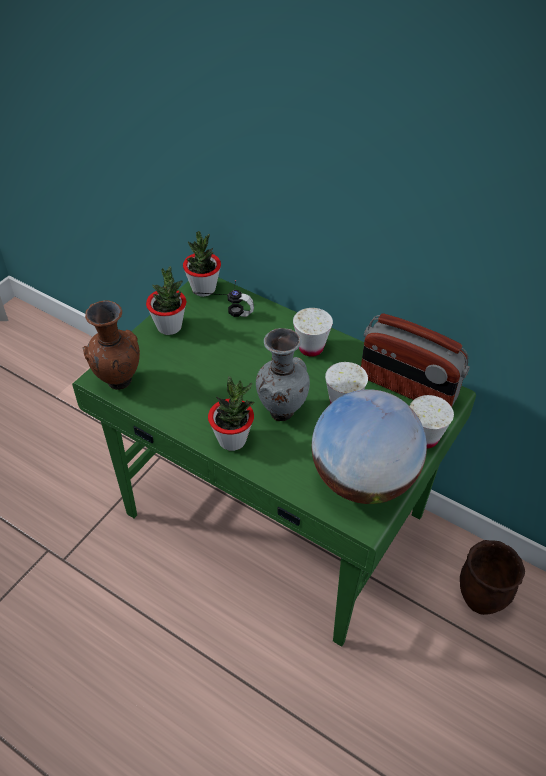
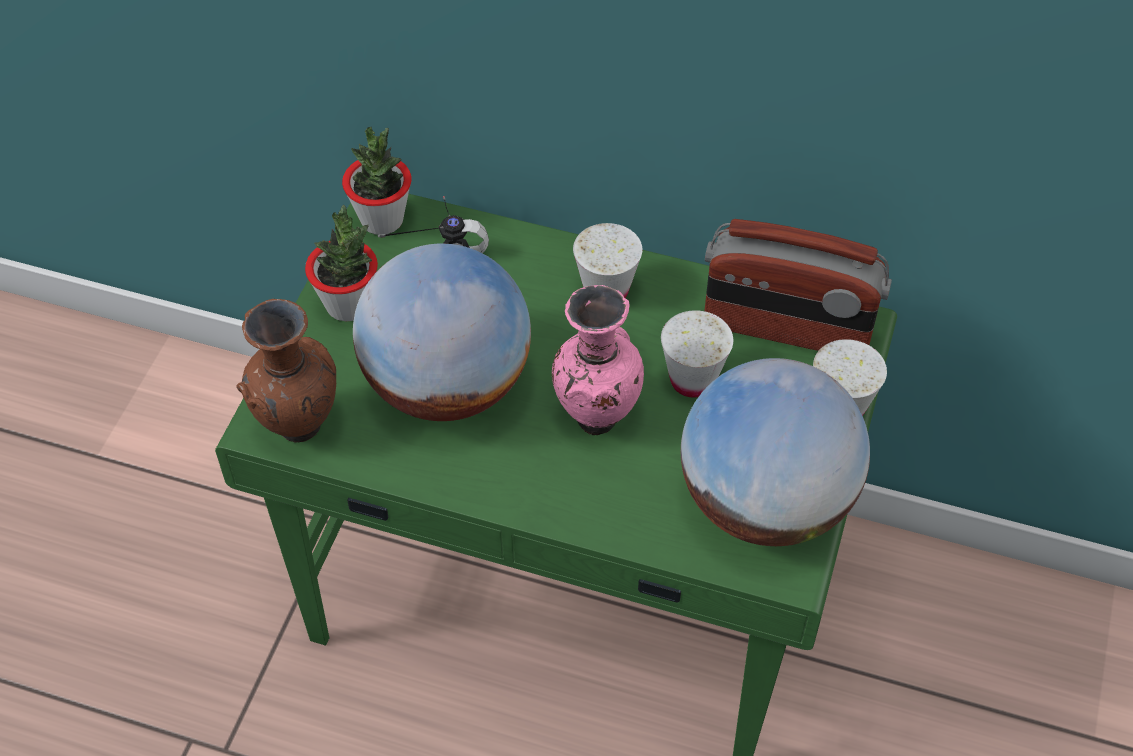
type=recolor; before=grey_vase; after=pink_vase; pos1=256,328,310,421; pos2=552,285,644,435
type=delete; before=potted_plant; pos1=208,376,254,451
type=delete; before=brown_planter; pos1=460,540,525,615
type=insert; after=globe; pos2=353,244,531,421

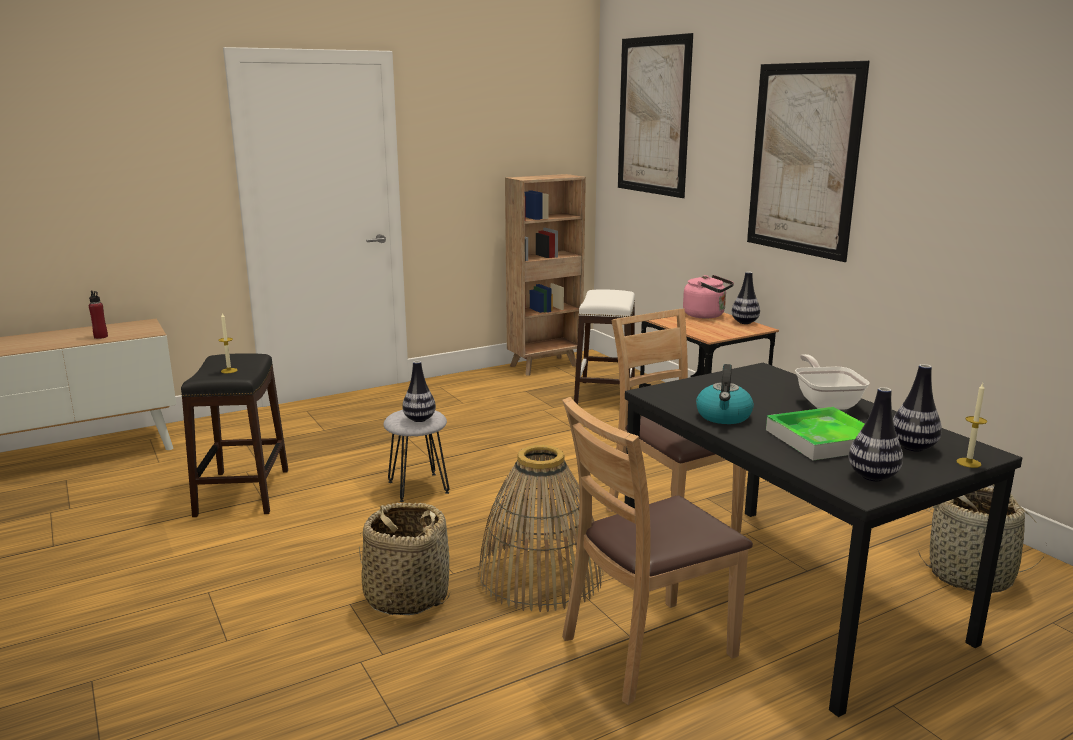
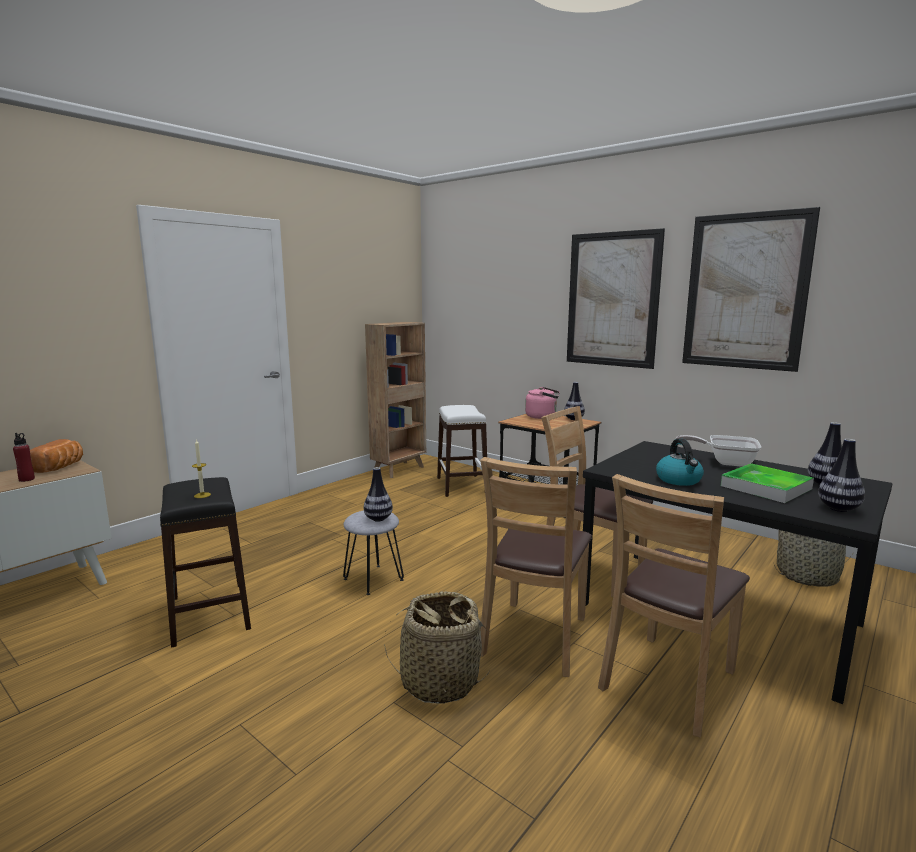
type=move; before=picture; pos1=618,33,693,198; pos2=682,207,820,372
type=rotate; before=frying_pan; pos1=795,354,870,410; pos2=676,435,761,467; turn=-45
type=delete; before=candle; pos1=956,383,987,468
type=replace; before=basket; after=brown_chair; pos1=478,445,603,612; pos2=480,457,592,677
type=insert; after=bread; pos2=30,439,83,473

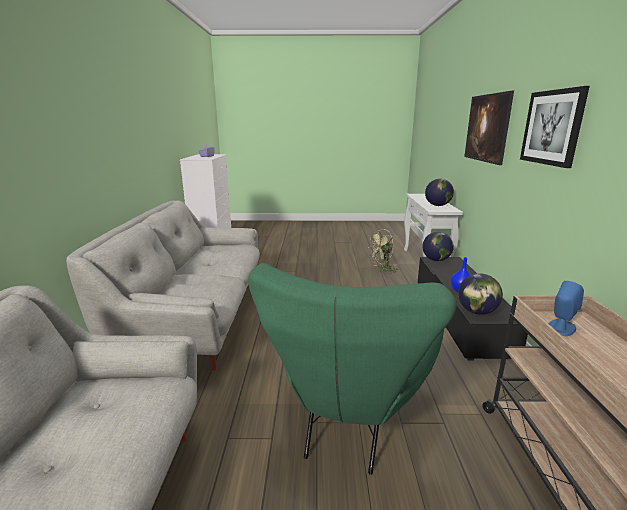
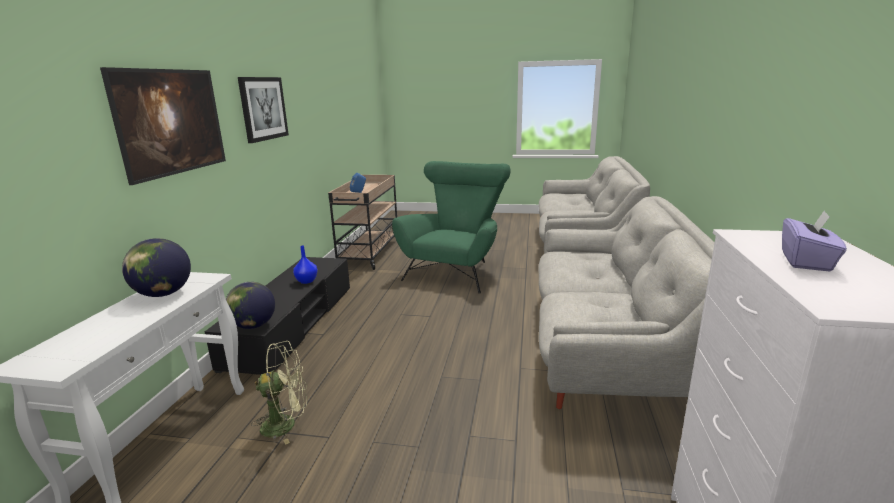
type=delete; before=globe; pos1=458,273,503,315

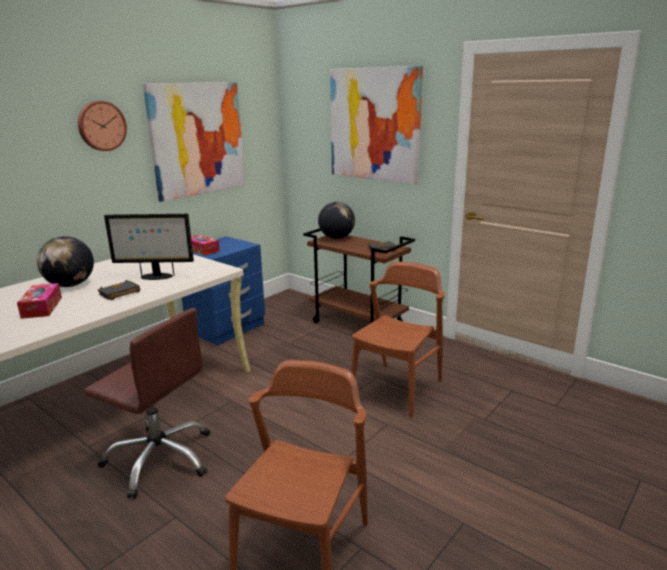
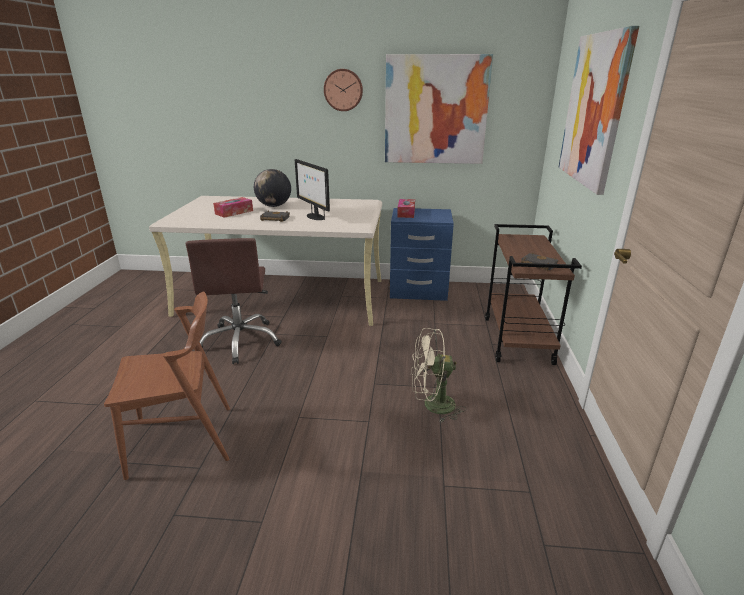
type=delete; before=globe; pos1=318,202,355,239
type=replace; before=brown_chair; after=beige_fan; pos1=351,261,445,418; pos2=411,328,466,423

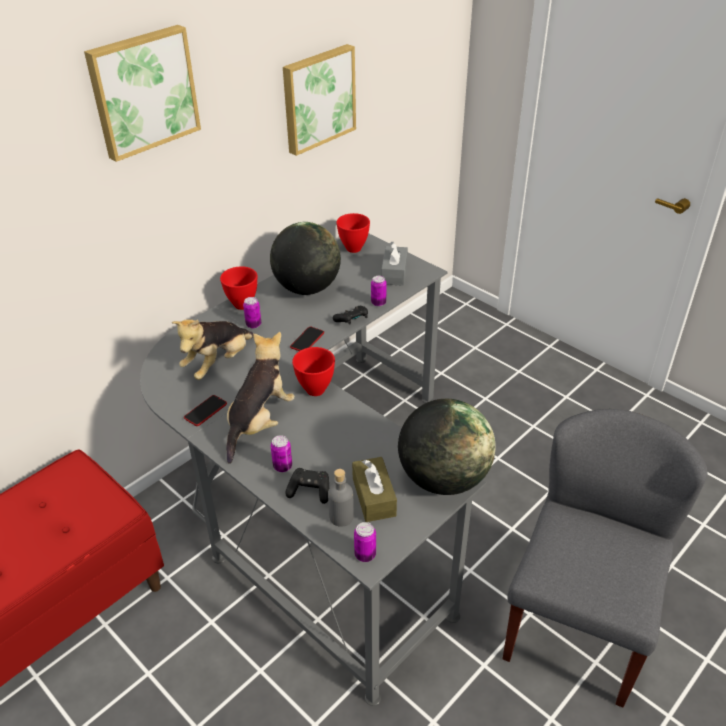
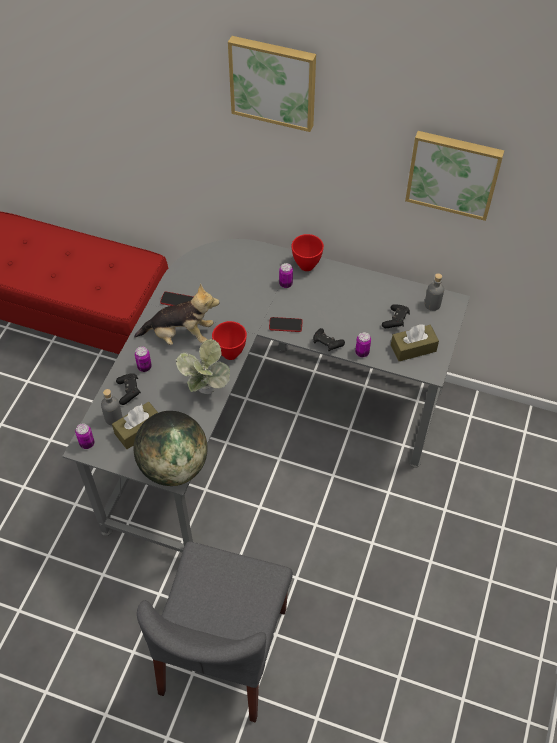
type=replace; before=red_bowl; after=grey_bottle; pos1=336,213,370,253; pos2=425,273,444,311
type=delete; before=globe; pos1=270,222,341,295
type=recolor; before=grey_tissue_box; after=brown_tissue_box; pos1=381,242,408,286; pos2=391,324,439,361
type=delete; before=plush_toy; pos1=172,319,253,380
type=rotate; before=grey_chair; pos1=503,409,708,707; pos2=137,542,293,722; turn=105
type=insert; after=black_game_controller; pos2=382,304,410,328
type=insert; after=potted_plant; pos2=175,339,230,394

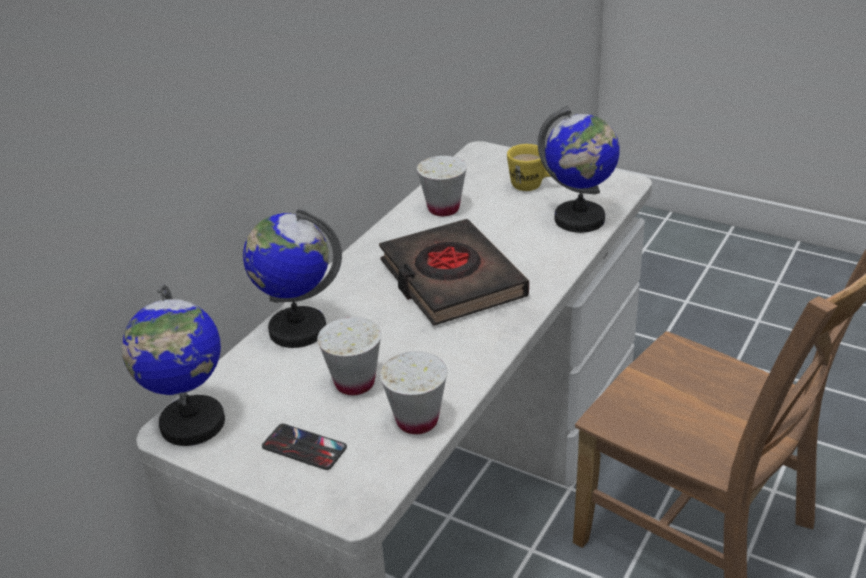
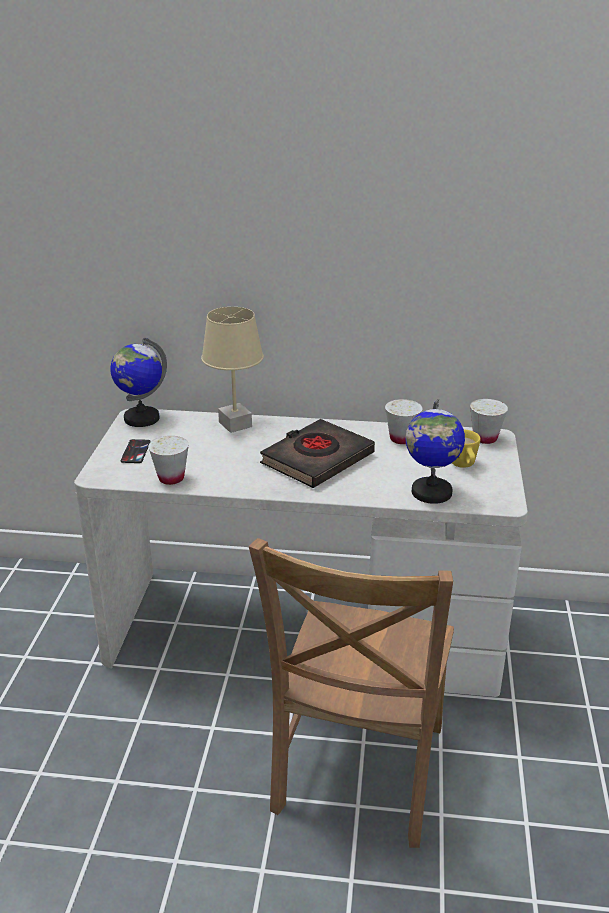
type=replace; before=globe; after=beige_table_lamp; pos1=243,208,342,348; pos2=201,307,264,433
type=move; before=white_cup; pos1=317,317,381,395; pos2=470,399,508,444

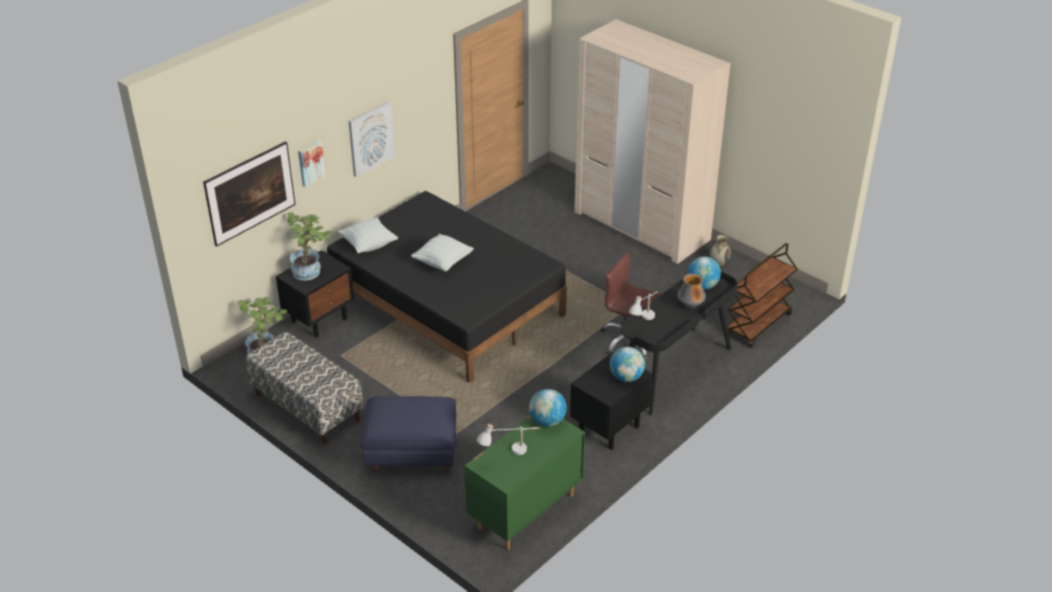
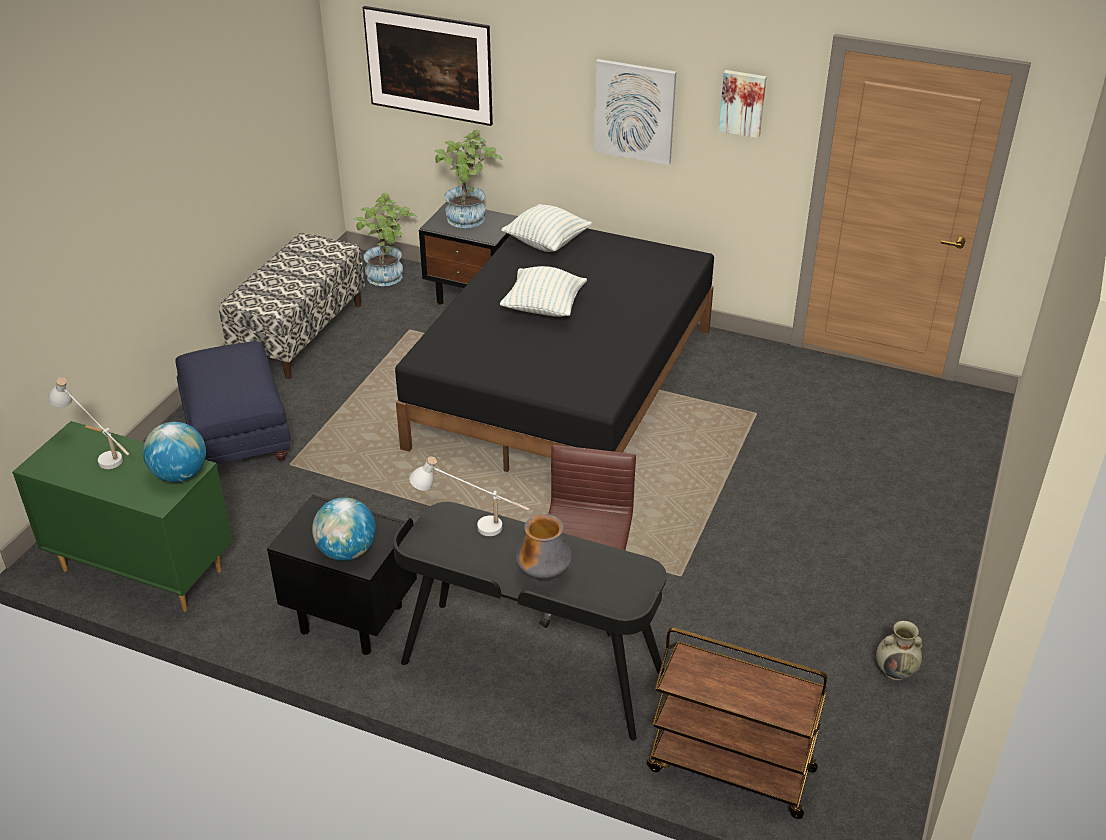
type=delete; before=beige_wardrobe; pos1=574,19,730,264
type=move; before=picture; pos1=298,140,326,187; pos2=719,70,767,138
type=delete; before=globe; pos1=687,256,721,290

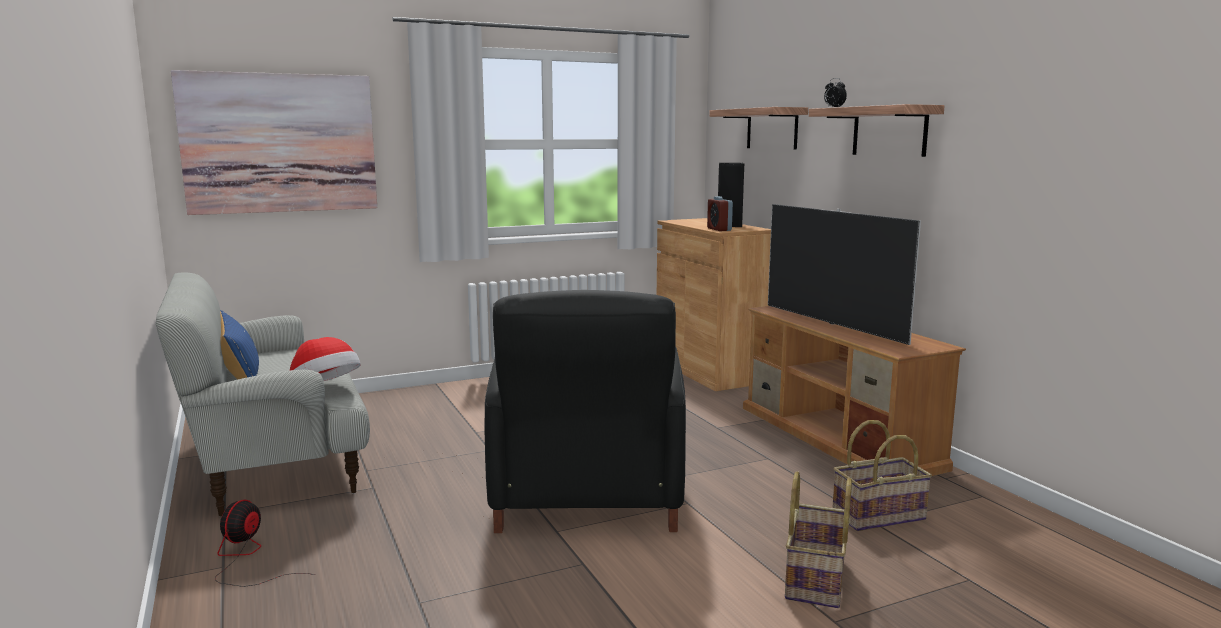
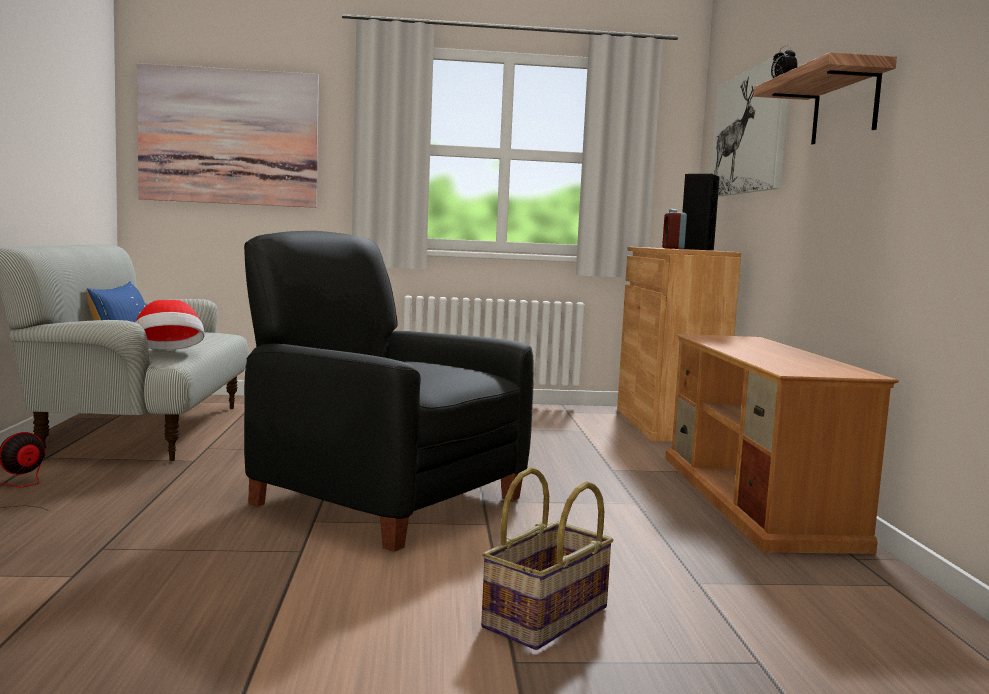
type=replace; before=shelf; after=picture; pos1=709,107,808,150; pos2=711,51,788,197
type=delete; before=television; pos1=768,204,921,345
type=rotate; before=black_armchair; pos1=485,290,686,533; pos2=244,231,534,552; turn=105
type=delete; before=basket; pos1=832,420,932,531

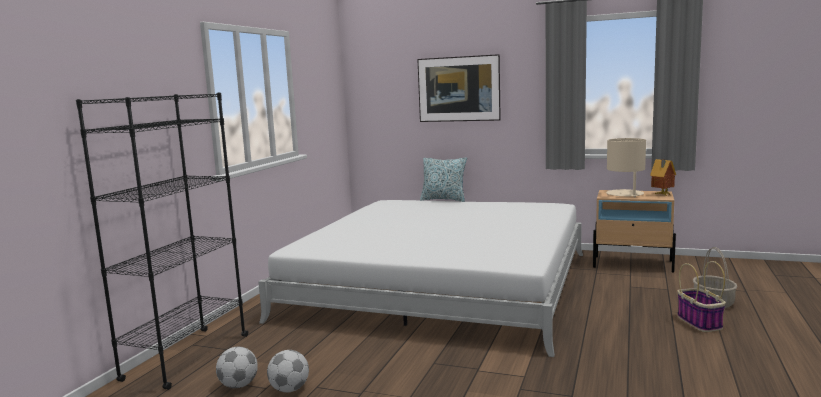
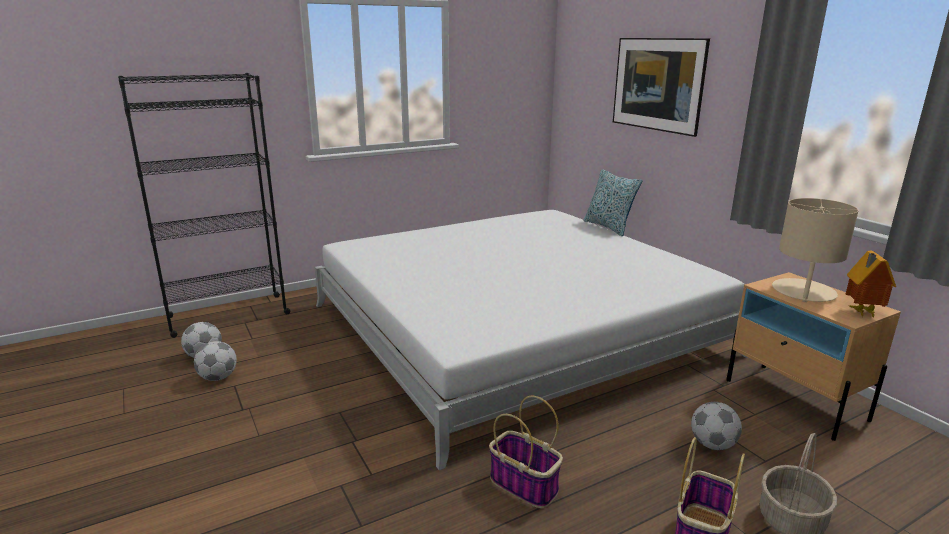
type=insert; after=basket; pos2=489,396,563,509
type=insert; after=football; pos2=691,402,742,450

